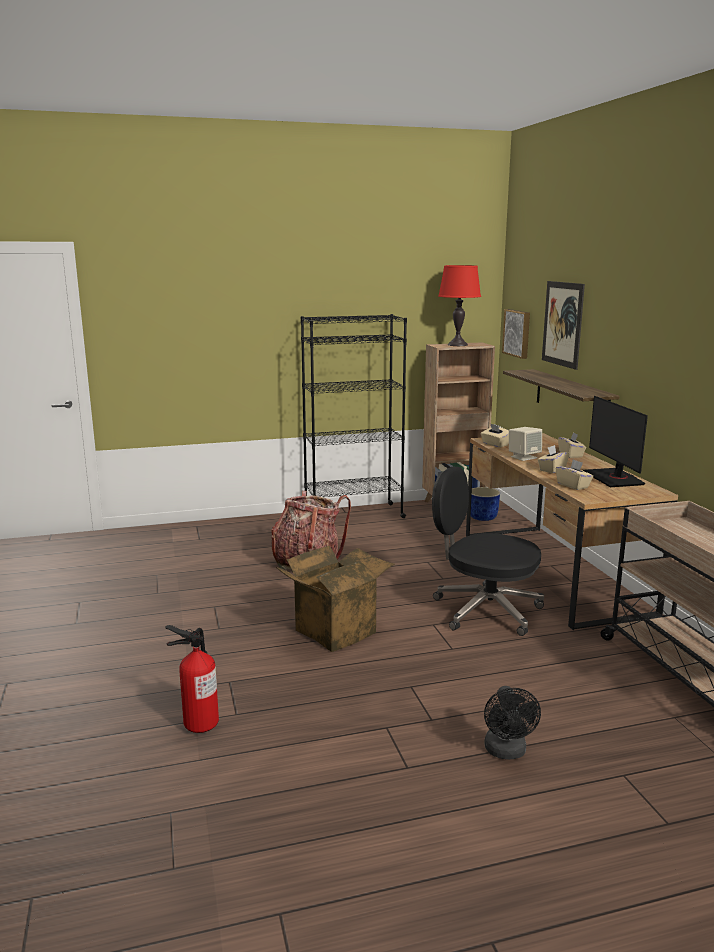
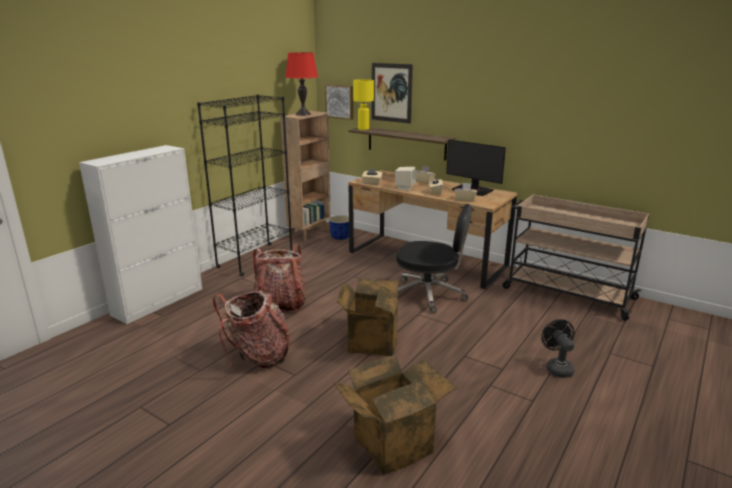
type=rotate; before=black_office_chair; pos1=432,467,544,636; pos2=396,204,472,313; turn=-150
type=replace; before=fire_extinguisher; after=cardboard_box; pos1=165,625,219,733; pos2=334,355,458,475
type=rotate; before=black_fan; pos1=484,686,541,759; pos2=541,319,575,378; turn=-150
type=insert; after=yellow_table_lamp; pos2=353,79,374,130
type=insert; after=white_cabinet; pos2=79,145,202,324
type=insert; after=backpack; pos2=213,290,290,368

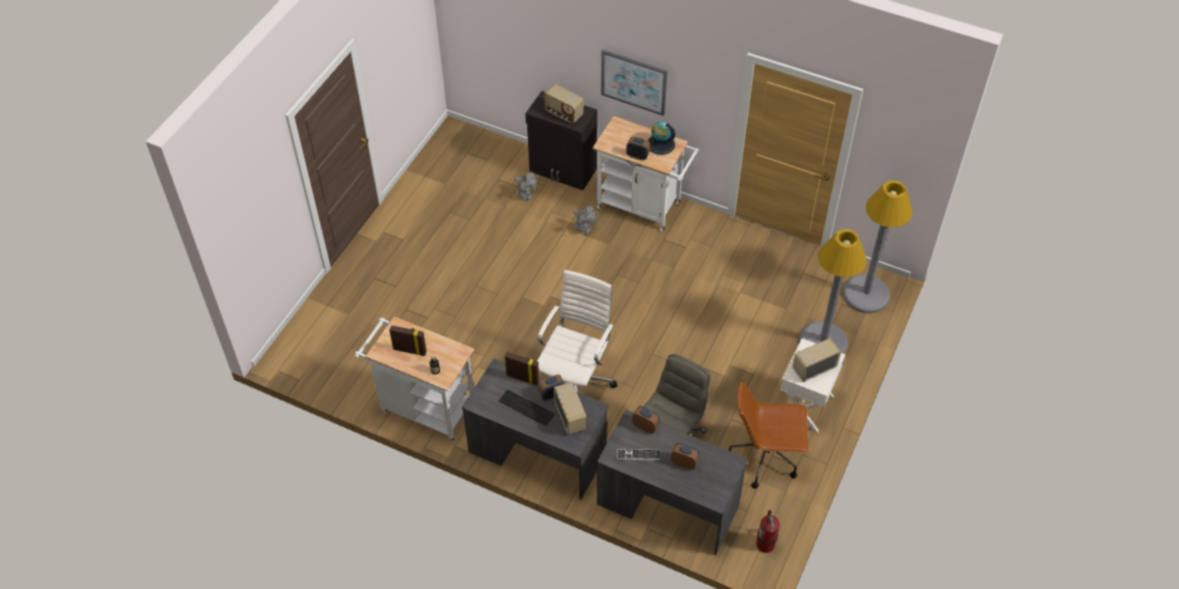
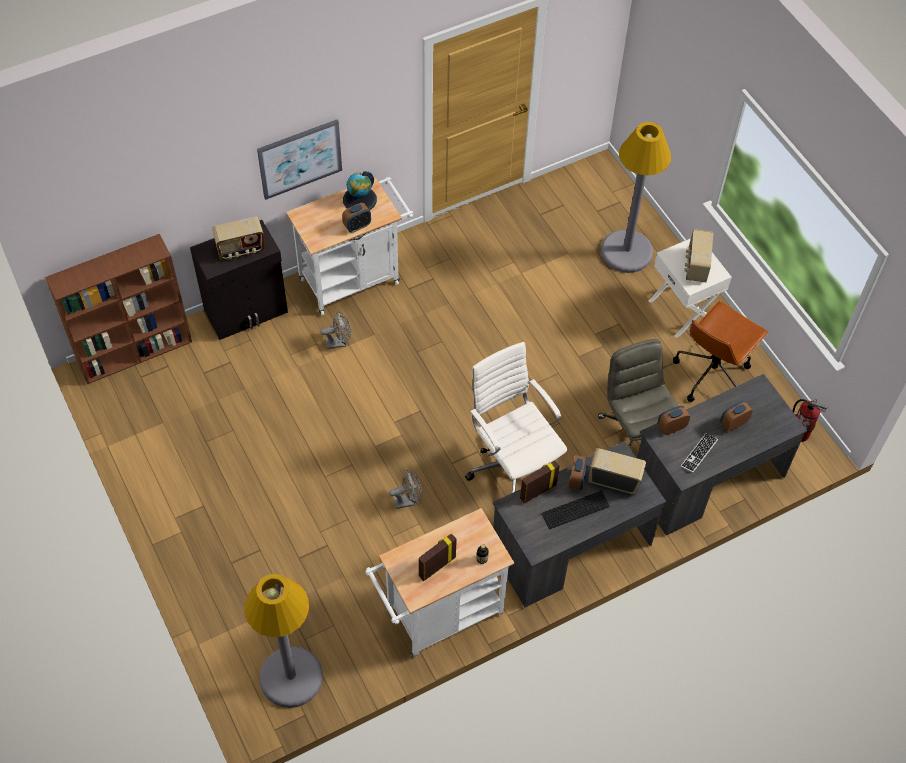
type=move; before=grey_fan; pos1=514,171,538,202; pos2=389,470,422,509
type=move; before=grey_floor_lamp; pos1=842,180,913,313; pos2=244,574,323,708
type=insert; after=brown_bookcase; pos2=45,234,192,384

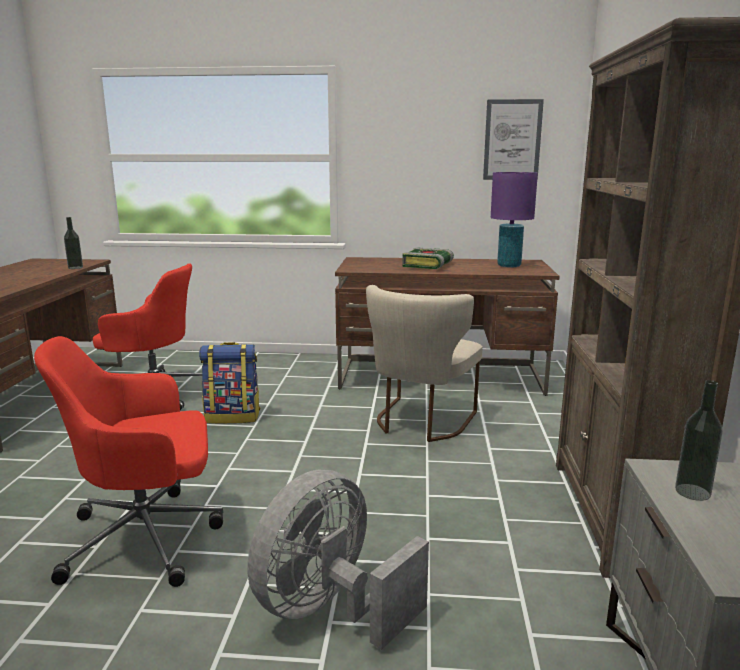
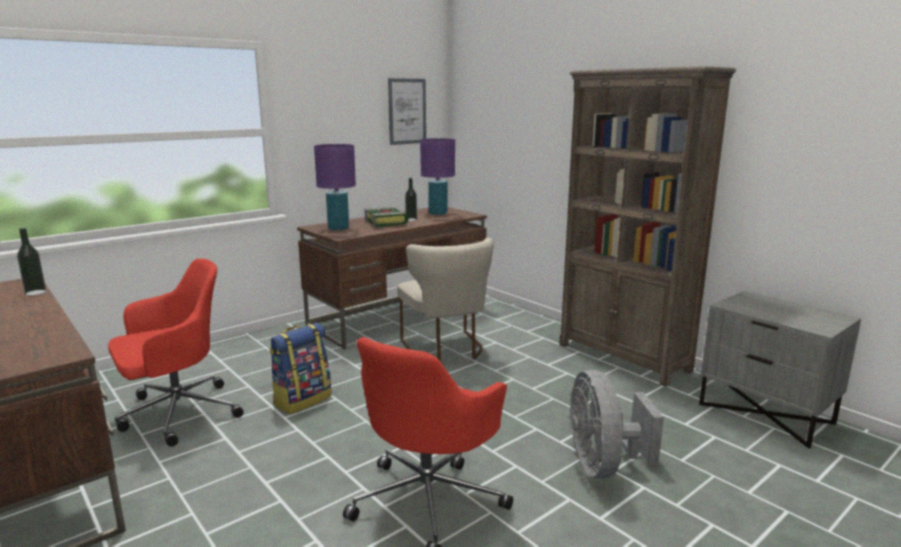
type=move; before=bottle; pos1=675,380,723,501; pos2=405,178,417,221
type=insert; after=purple_table_lamp; pos2=314,144,356,230

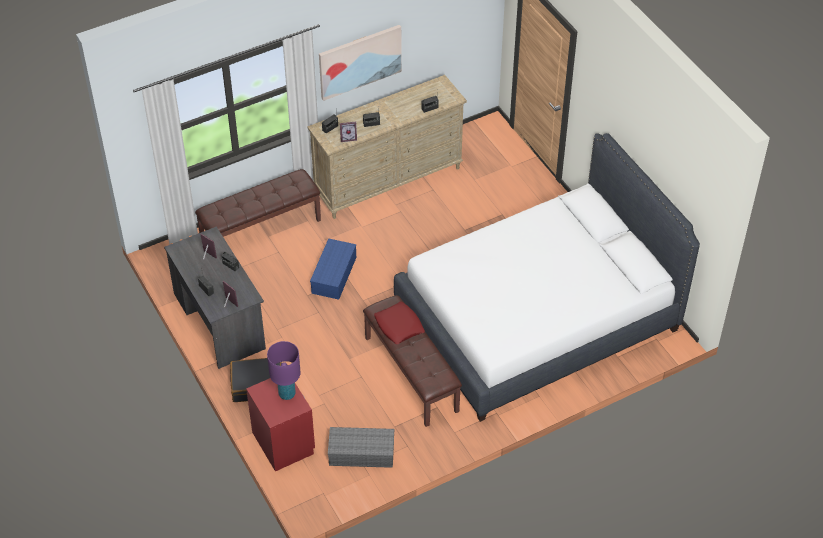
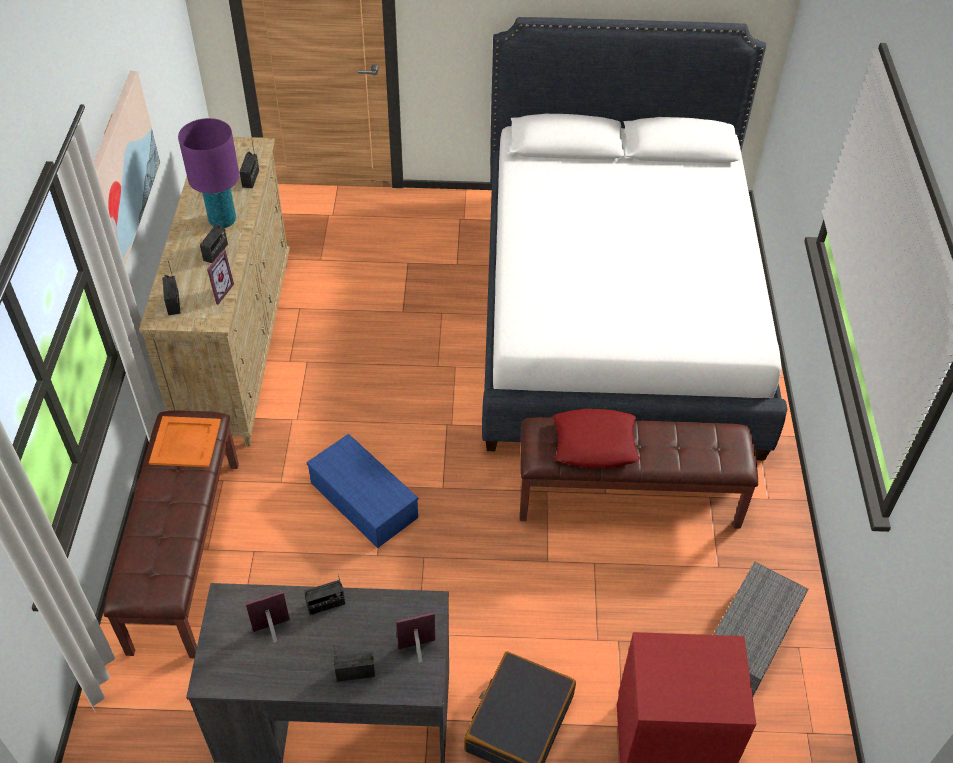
type=move; before=purple_table_lamp; pos1=267,341,301,400; pos2=178,118,239,228
type=insert; after=orange_tray; pos2=149,416,221,468

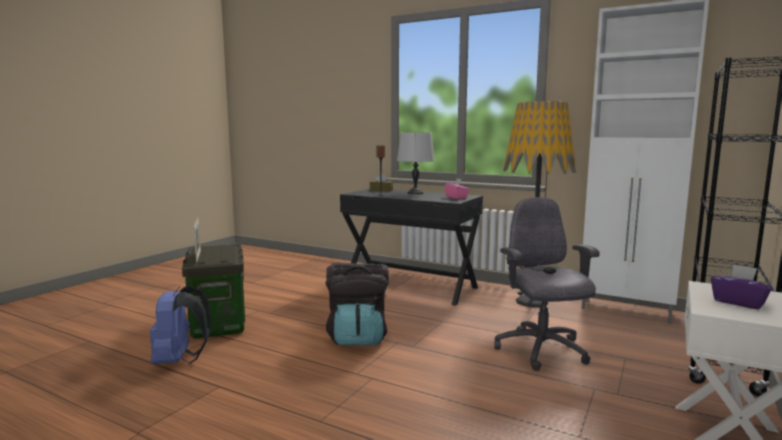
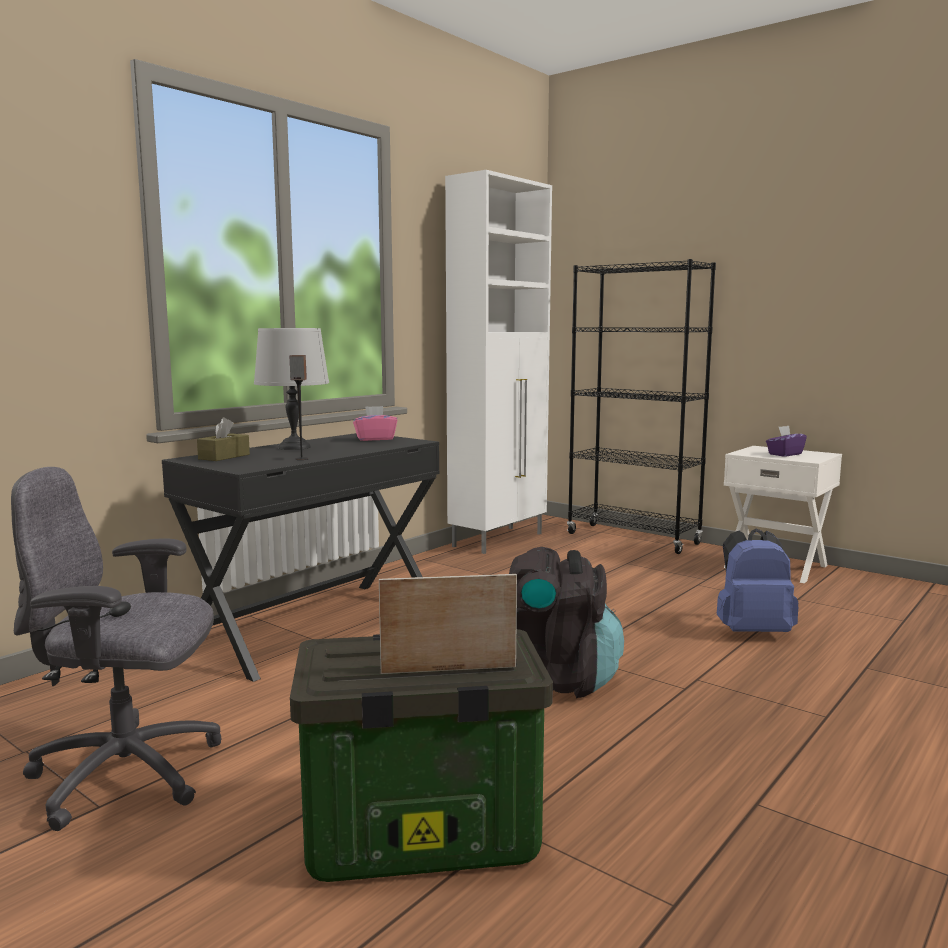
type=delete; before=floor_lamp; pos1=503,101,576,307
type=move; before=grey_office_chair; pos1=494,197,600,371; pos2=11,467,222,831
type=move; before=blue_backpack; pos1=150,286,211,364; pos2=717,528,799,632

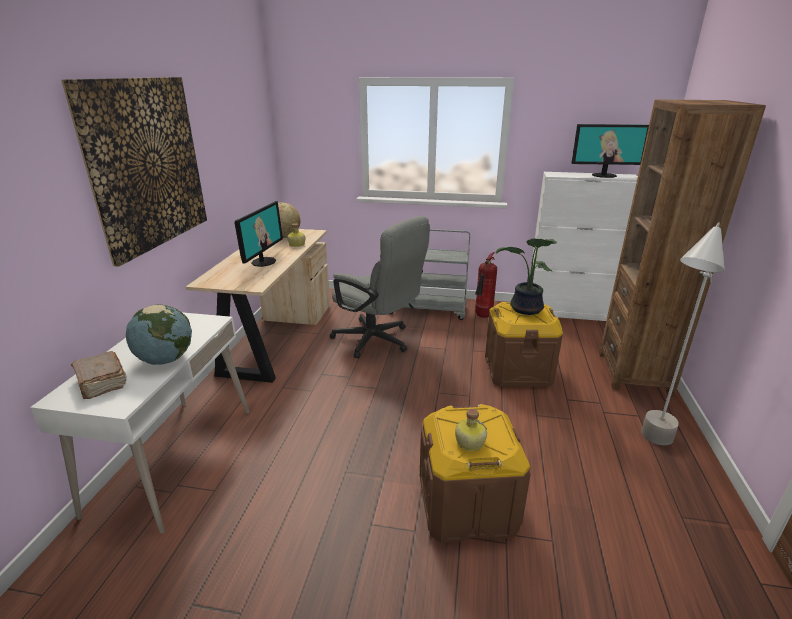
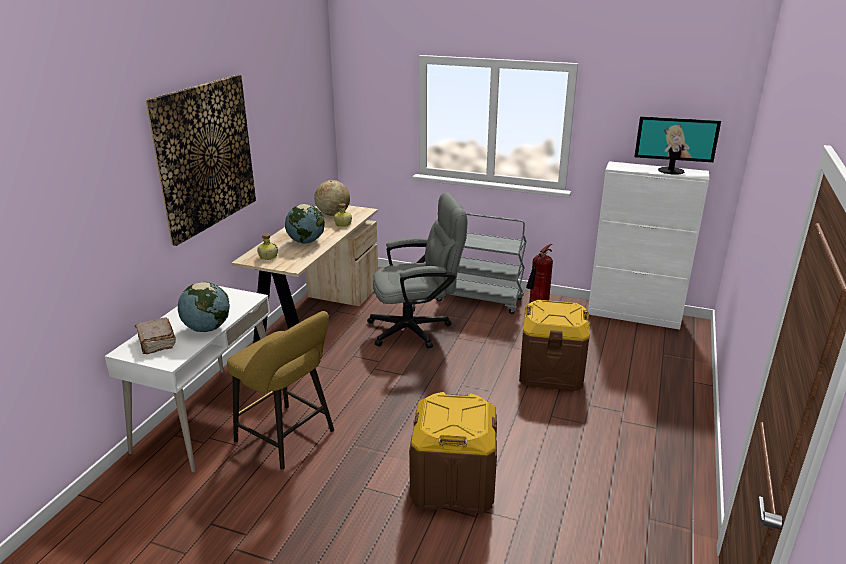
type=delete; before=brown_bookcase; pos1=599,99,766,395
type=replace; before=monitor; after=globe; pos1=234,201,283,267; pos2=285,204,325,244
type=rotate; before=grey_office_chair; pos1=330,216,430,359; pos2=367,192,468,349; turn=-60
type=delete; before=grey_floor_lamp; pos1=641,222,725,445
type=delete; before=potted_plant; pos1=496,238,557,315
type=move; before=bottle; pos1=455,408,487,451; pos2=257,233,278,260
type=insert; after=yellow_stool; pos2=227,311,334,470

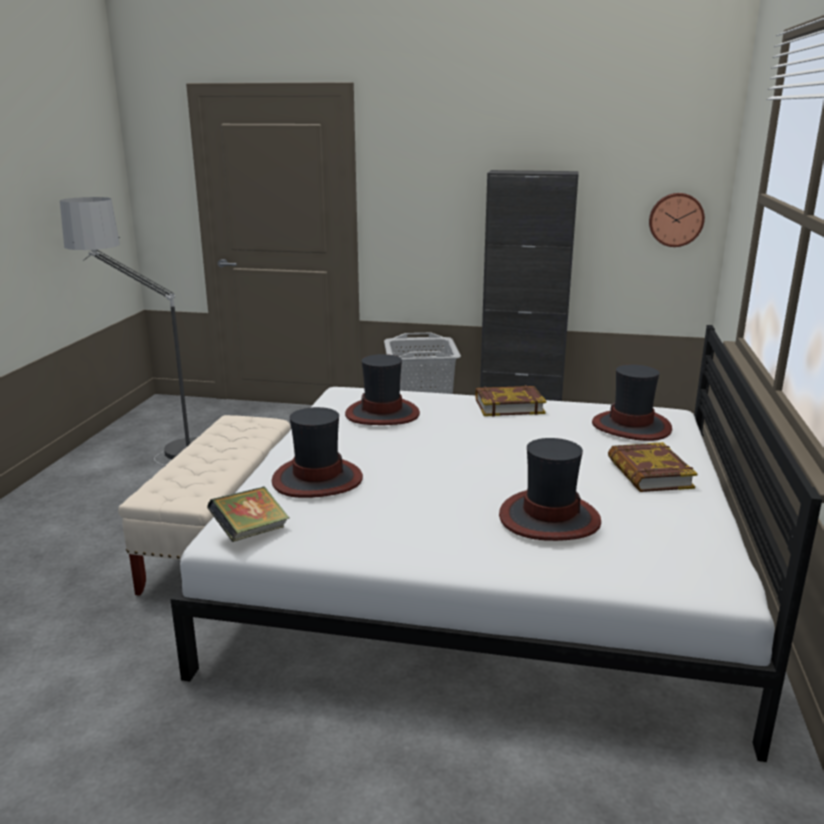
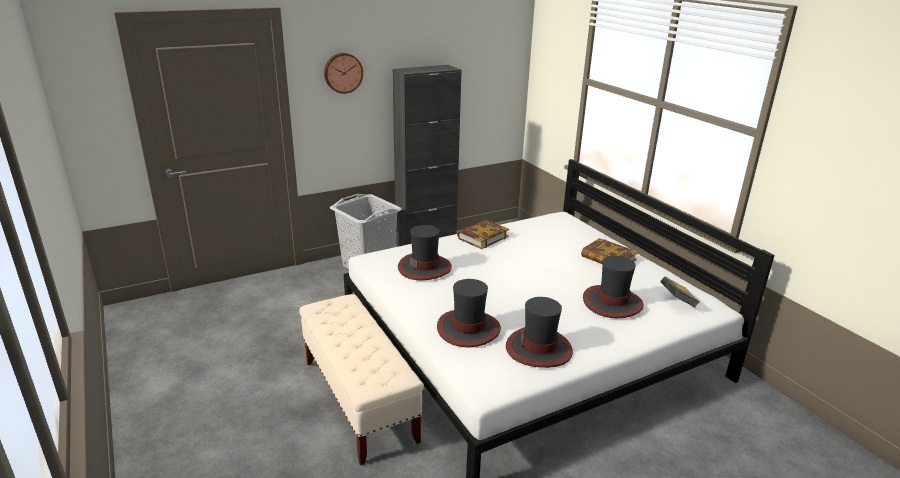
type=move; before=wall_clock; pos1=649,193,705,247; pos2=324,53,363,94
type=delete; before=floor_lamp; pos1=60,197,198,465
type=move; before=hat; pos1=592,365,672,441; pos2=506,297,573,368
type=move; before=book; pos1=207,486,290,542; pos2=660,277,699,308

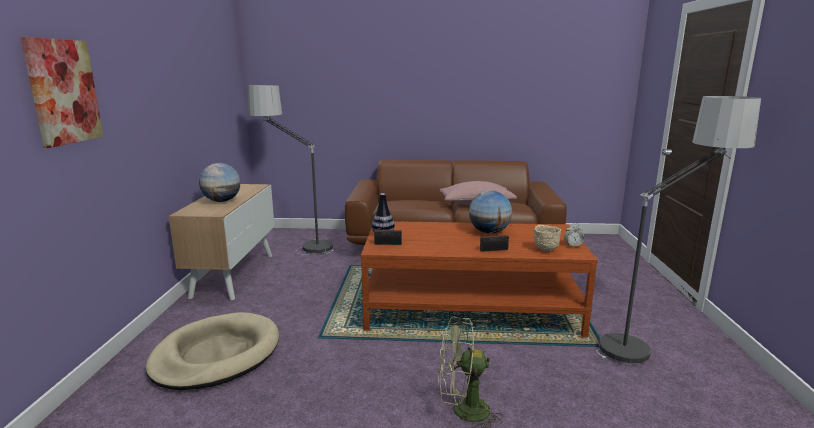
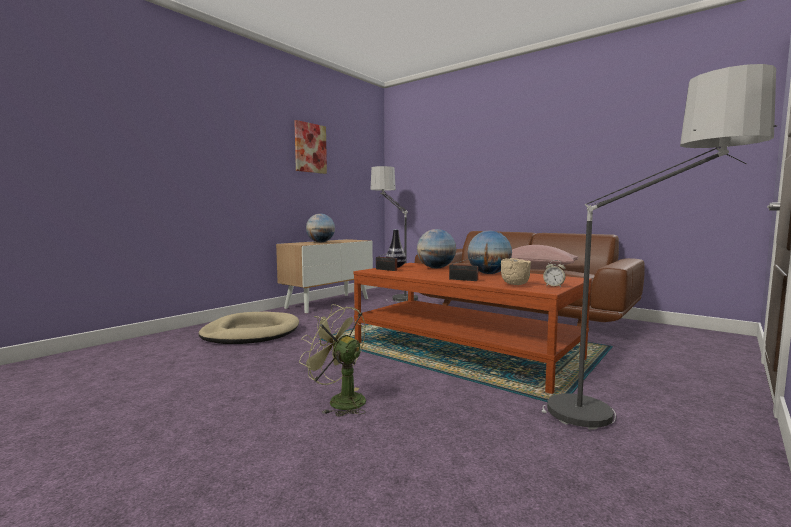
type=move; before=picture; pos1=20,37,104,148; pos2=294,120,327,174
type=insert; after=globe; pos2=417,229,456,268

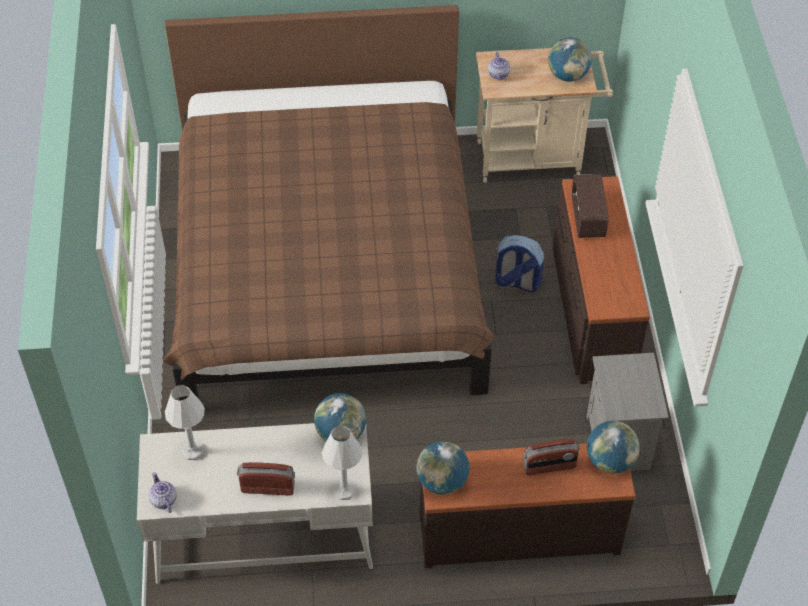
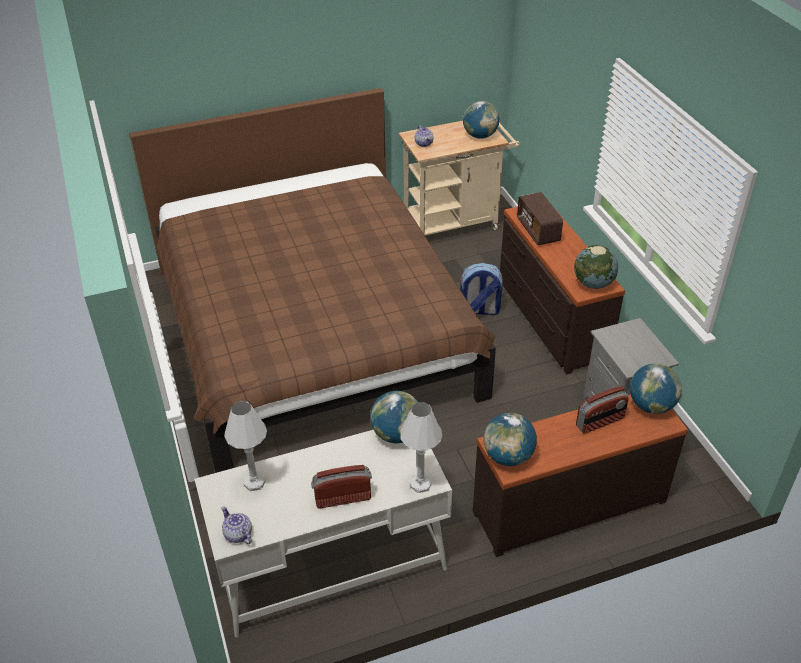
type=insert; after=globe; pos2=574,245,618,289

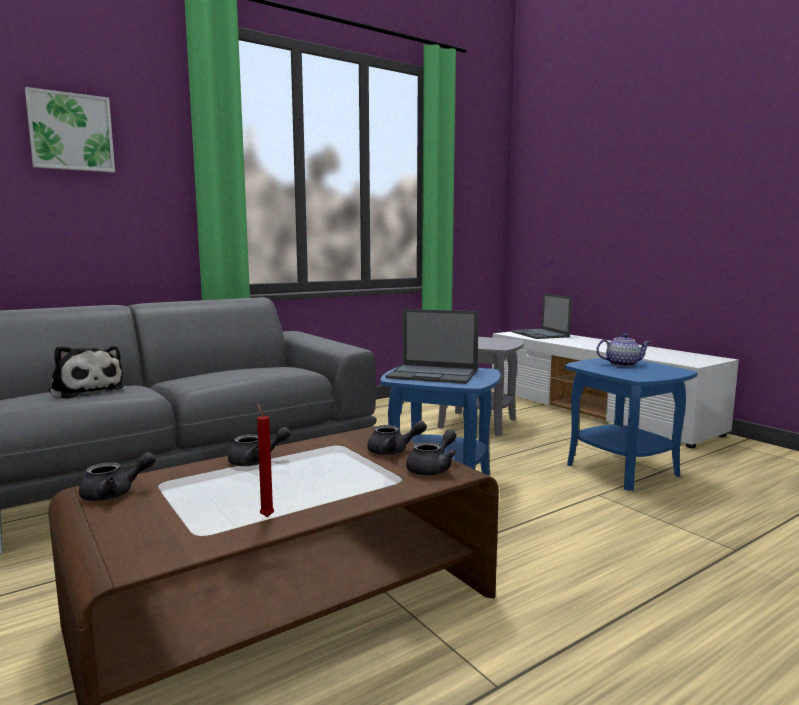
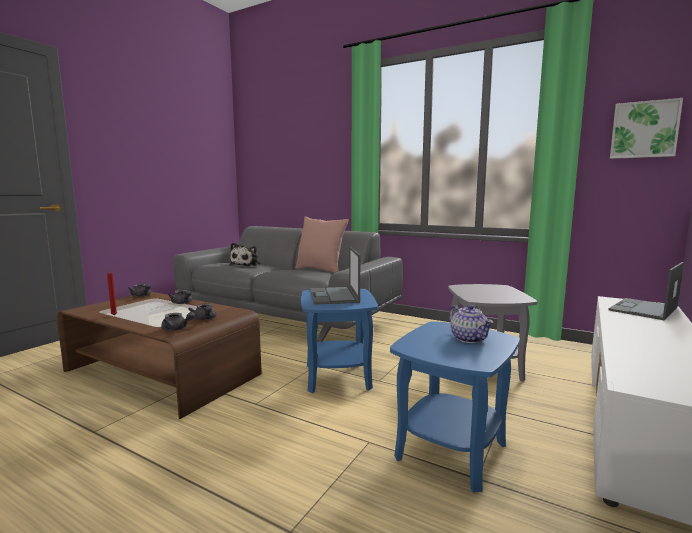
type=move; before=picture; pos1=25,87,115,173; pos2=610,98,683,159
type=insert; after=pink_pillow; pos2=295,217,349,273

